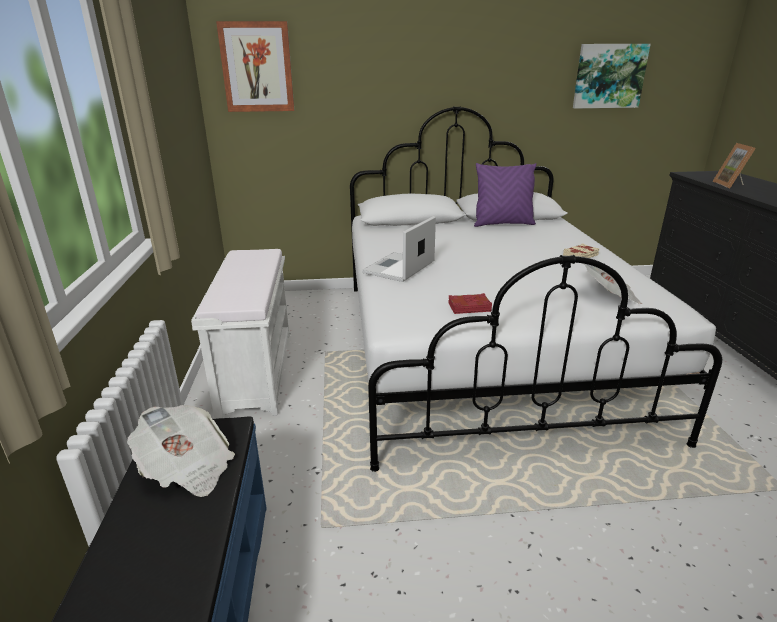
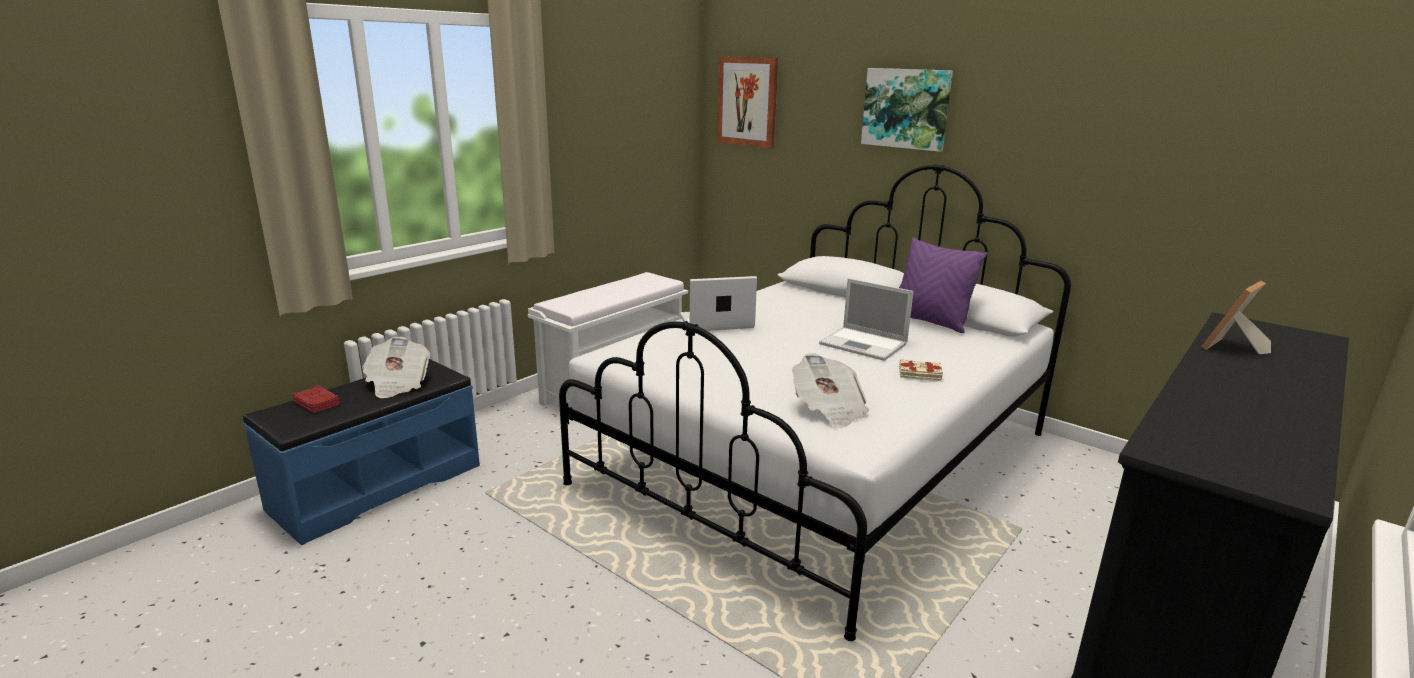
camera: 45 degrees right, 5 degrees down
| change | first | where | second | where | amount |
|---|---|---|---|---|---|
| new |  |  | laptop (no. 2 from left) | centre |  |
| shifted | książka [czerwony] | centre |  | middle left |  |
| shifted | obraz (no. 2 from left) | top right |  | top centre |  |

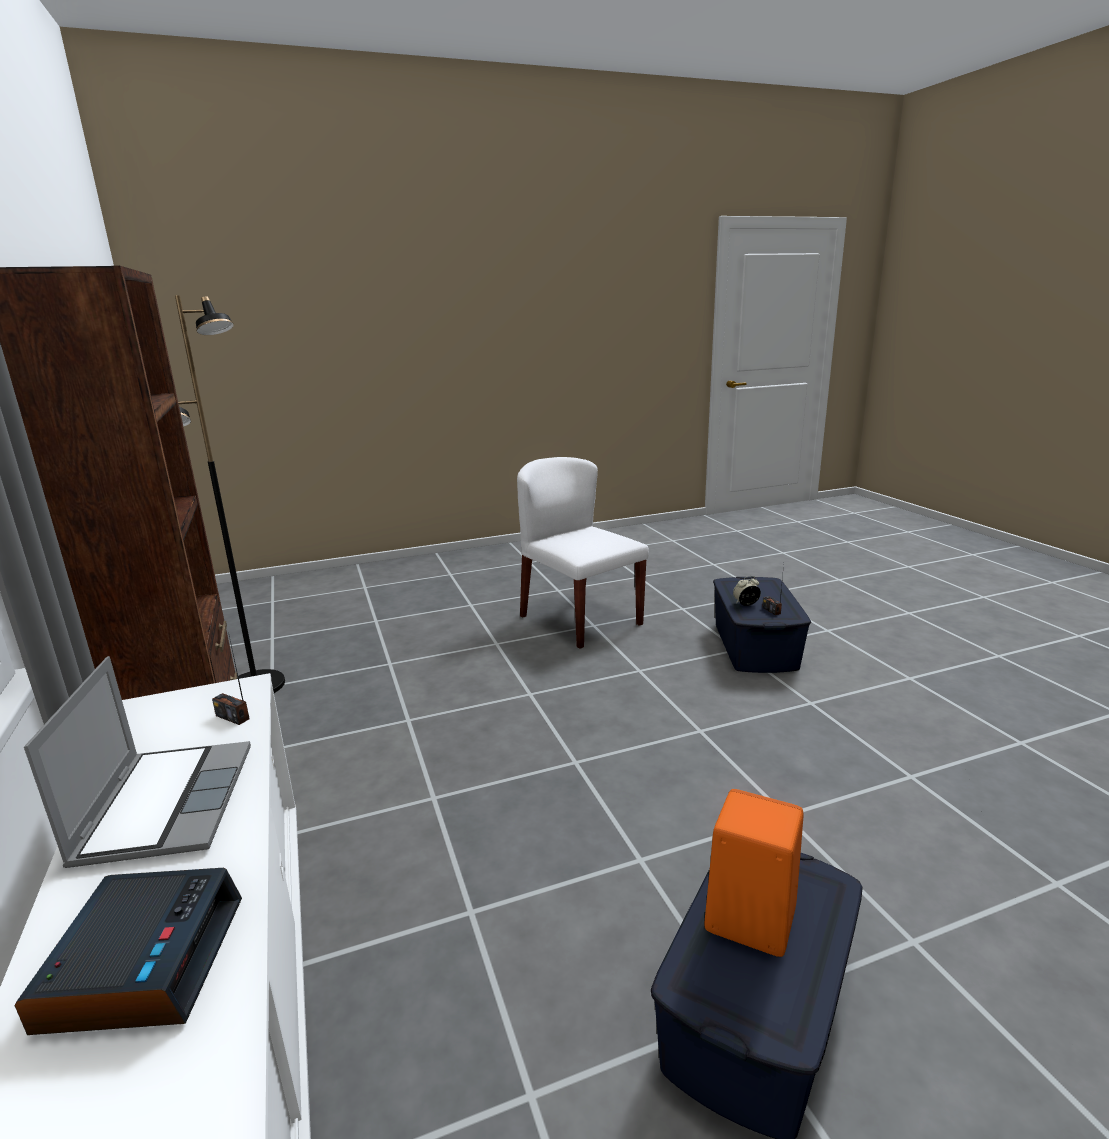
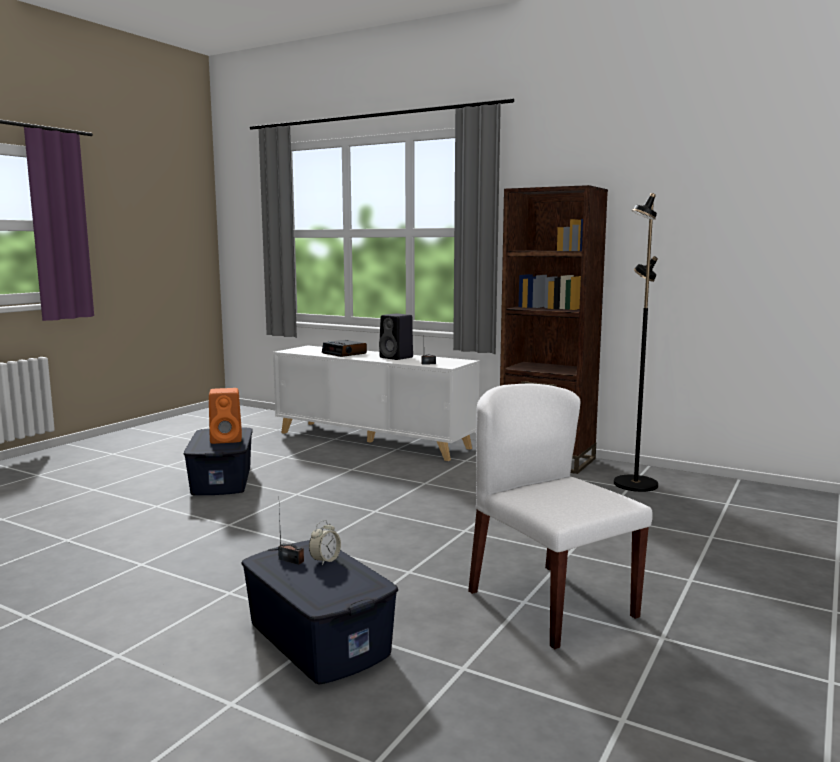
camera: 140 degrees right, 10 degrees down
| change | first | where | second | where | amount |
|---|---|---|---|---|---|
| swapped | laptop | bottom left | głośnik [czarny] | centre |  |
| rotated | krzesło [biały] | centre |  | bottom right | 135 degrees counterclockwise |

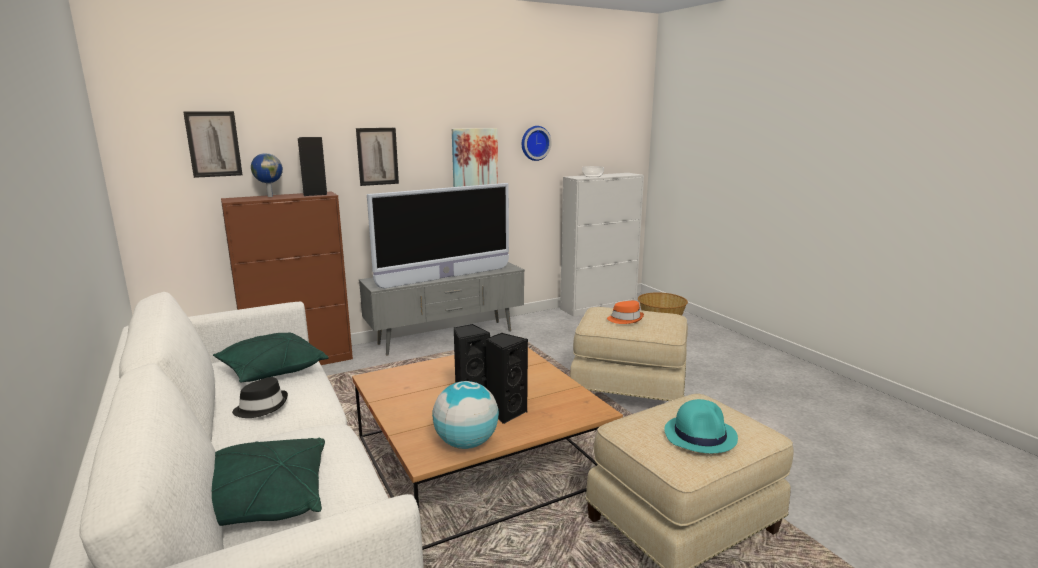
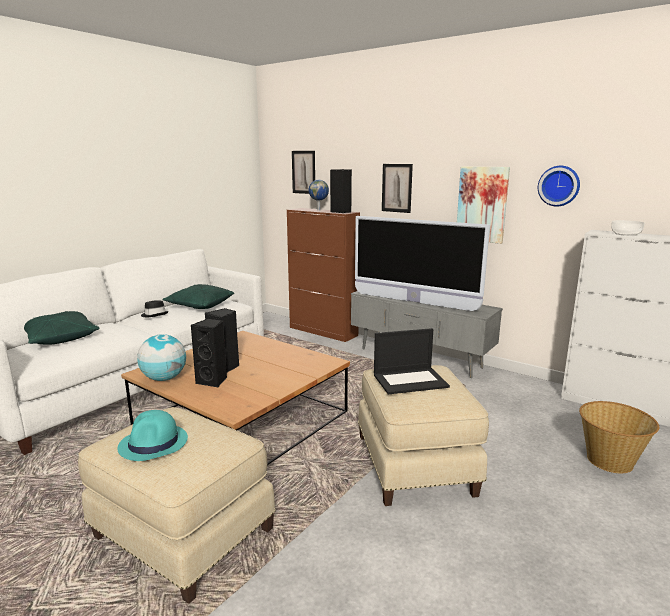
camera: 65 degrees right, 0 degrees up
| change | first | where | second | where | amount |
|---|---|---|---|---|---|
| swapped | kapelusz [pomarańczowy] | centre | laptop | centre |  |

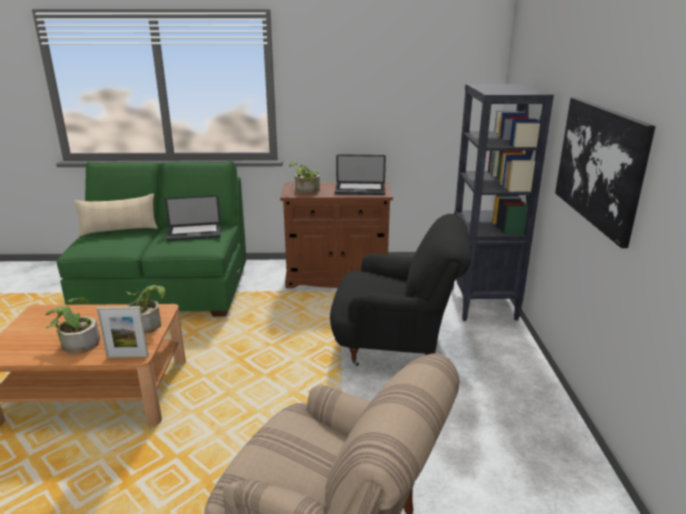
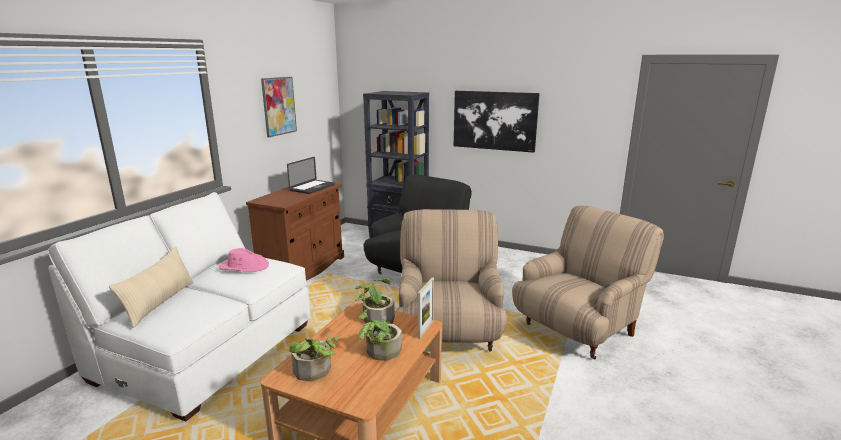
camera: 65 degrees left, 5 degrees down
| change | first | where | second | where | amount |
|---|---|---|---|---|---|
| new |  |  | obraz (no. 1 from left) | top left |  |
| new |  |  | fotel [beżowy] (no. 1 from left) | centre |  |
| shifted | roślina doniczkowa (no. 3 from left in the first image) | centre | roślina doniczkowa (no. 1 from left) | bottom centre |  |
| swapped | laptop (no. 1 from left) | middle left | kapelusz [różowy] | middle left |  |
| repainted | kanapa [zielony] | middle left | kanapa [biały] | bottom left |  |

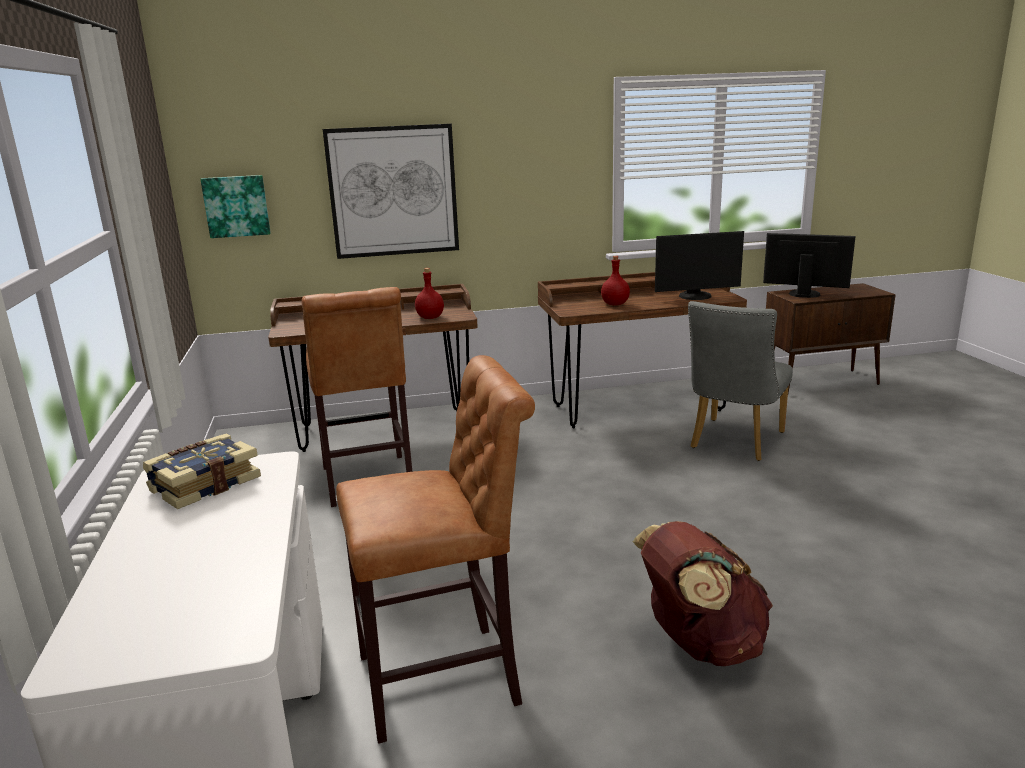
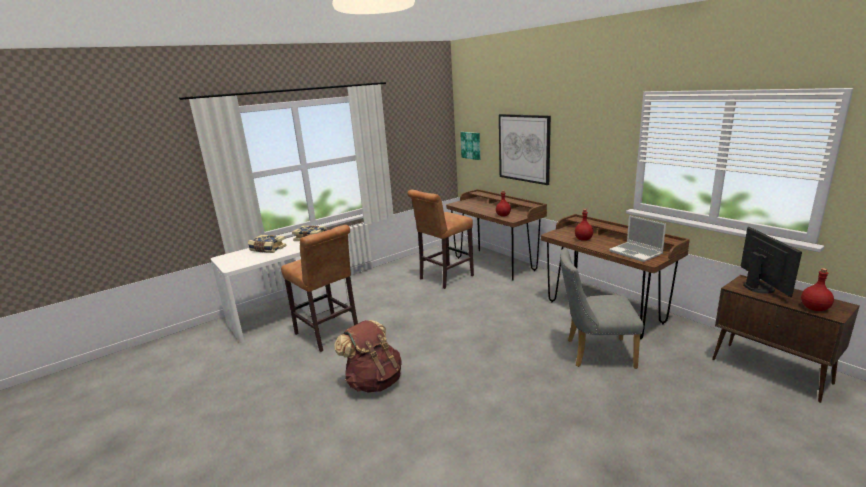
camera: 65 degrees right, 0 degrees up
| change | first | where | second | where | amount |
|---|---|---|---|---|---|
| new |  |  | książka (no. 1 from left) | middle left |  |
| new |  |  | butelka [czerwony] (no. 3 from left) | middle right |  |
| swapped | monitor (no. 1 from left) | middle right | laptop | middle right |  |

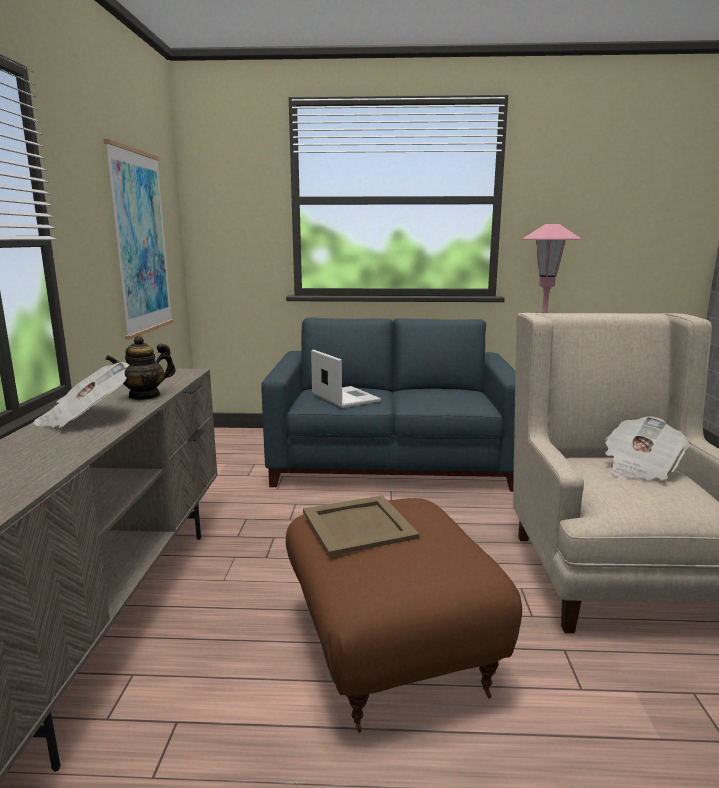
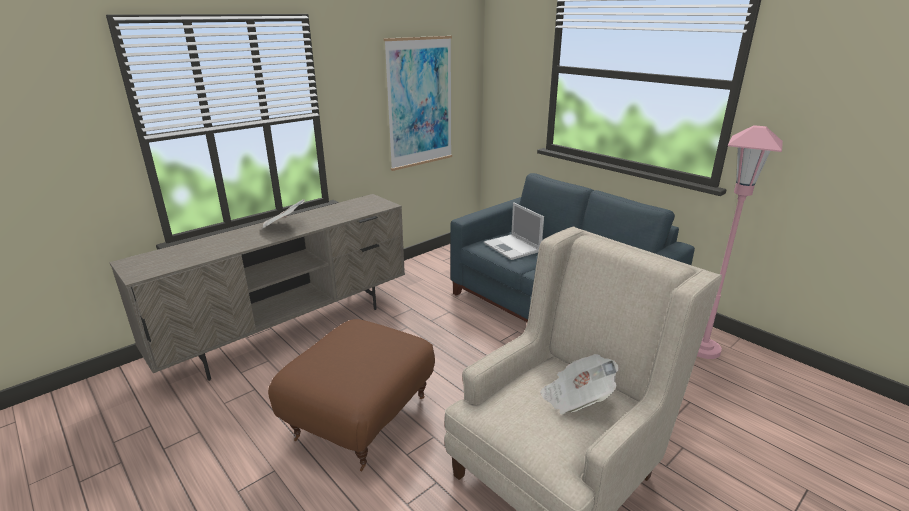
camera: 45 degrees right, 10 degrees up
| change | first | where | second | where | amount |
|---|---|---|---|---|---|
| gone | imbryk | middle left |  |  |  |
| gone | taca [beżowy] | centre |  |  |  |
| rotated | laptop | centre |  | centre | 135 degrees clockwise |

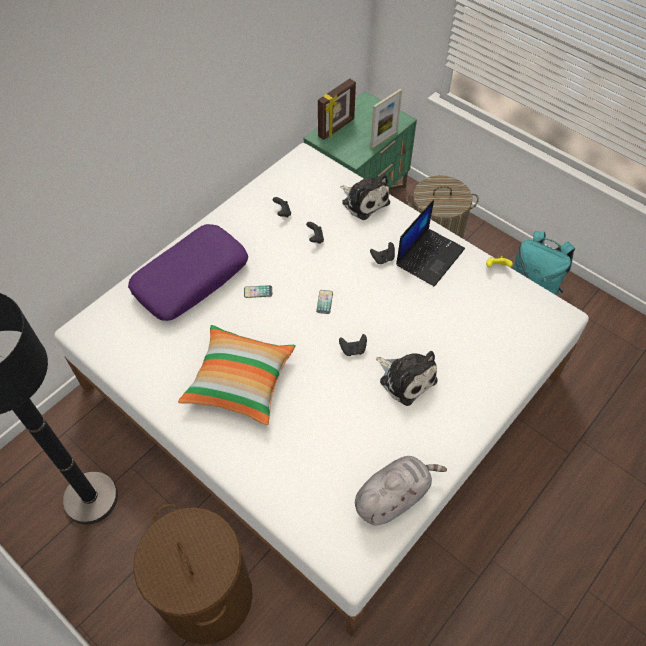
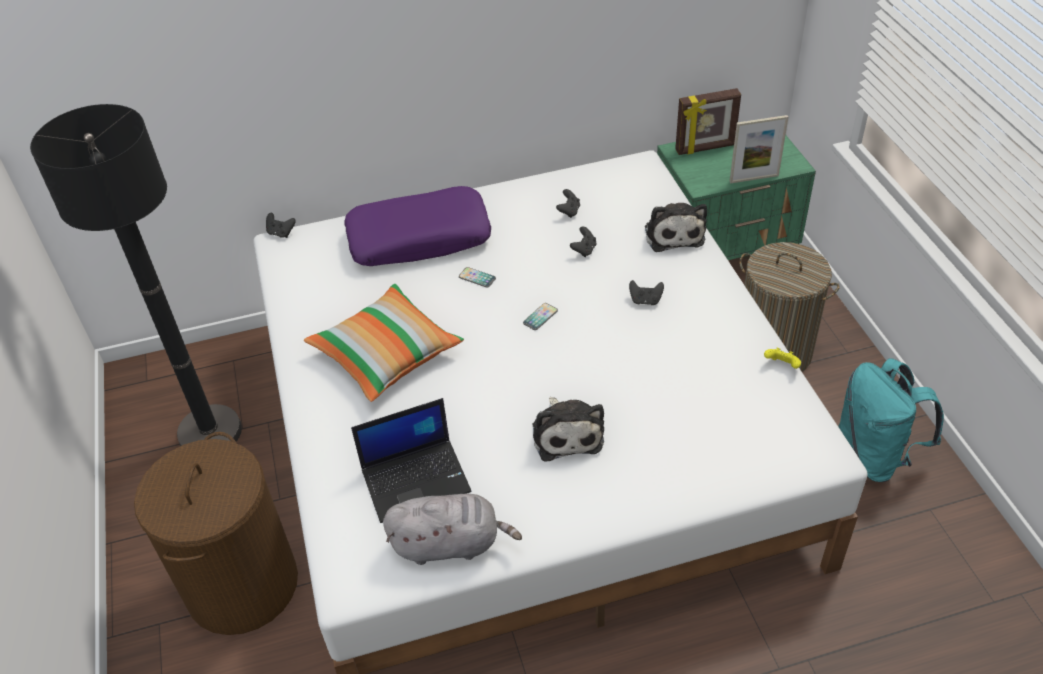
camera: 35 degrees right, 10 degrees down
| change | first | where | second | where | amount |
|---|---|---|---|---|---|
| shifted | pad do gier [czarny] (no. 3 from left in the first image) | centre | pad do gier [czarny] (no. 1 from left) | middle left |  |
| shifted | laptop | centre |  | bottom centre |  |

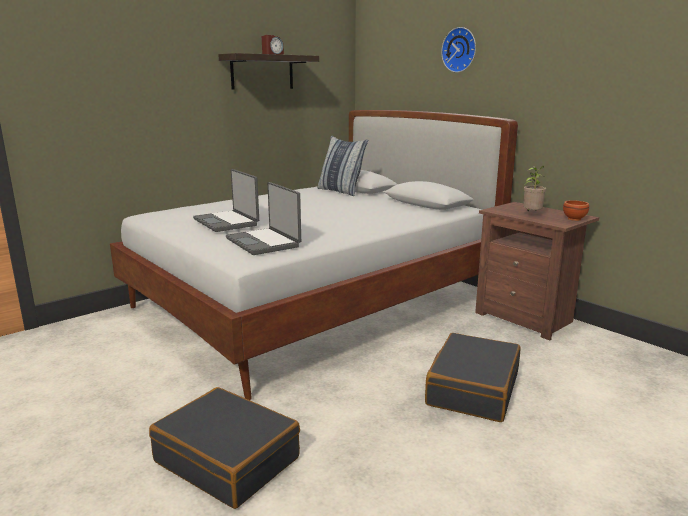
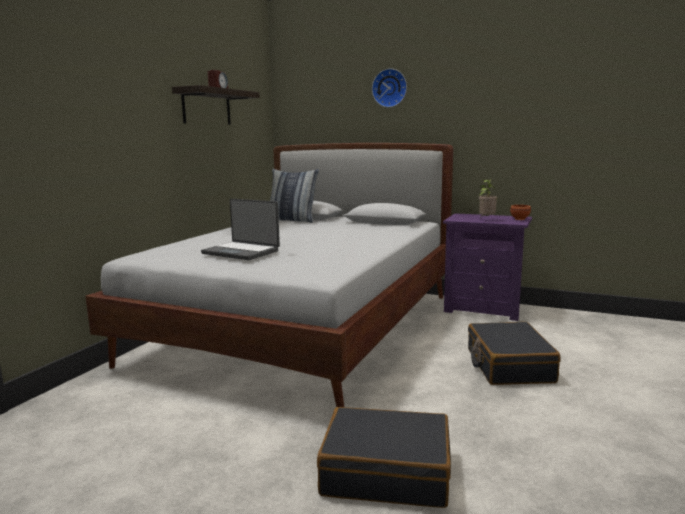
camera: 25 degrees left, 5 degrees down
| change | first | where | second | where | amount |
|---|---|---|---|---|---|
| gone | laptop (no. 2 from left) | centre |  |  |  |
| repainted | szafka nocna [brązowy] | middle right | szafka nocna [fioletowy] | middle right |  |

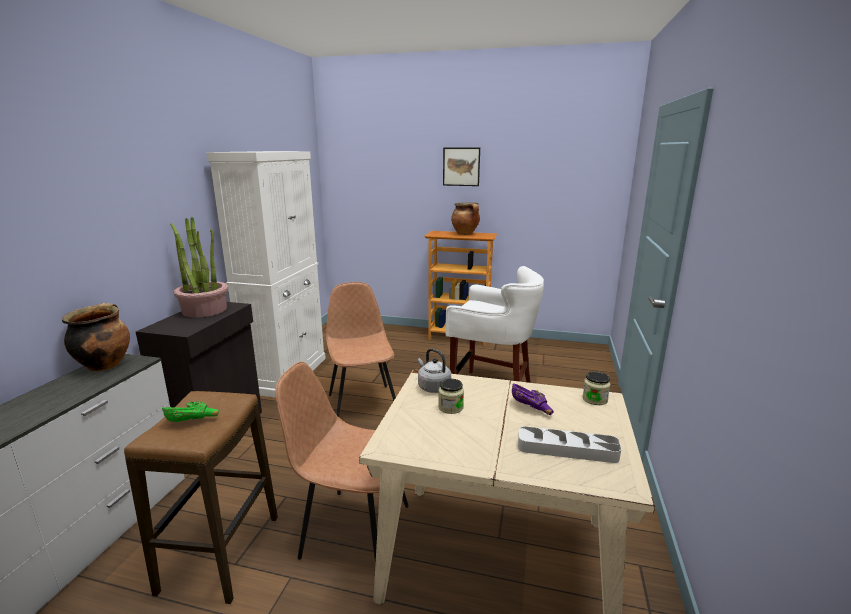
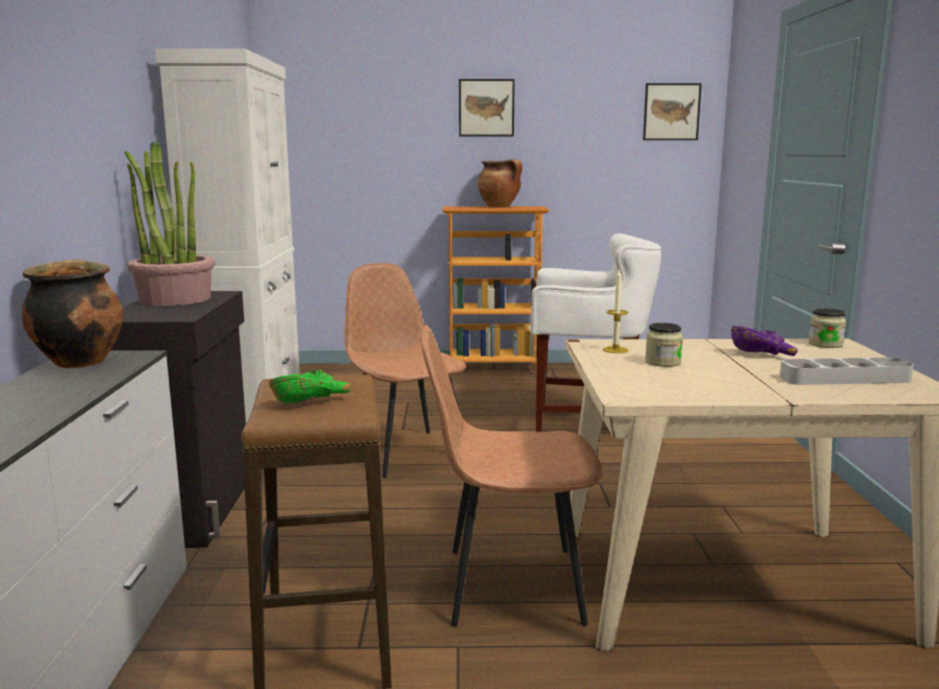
camera: 15 degrees left, 5 degrees down
| change | first | where | second | where | amount |
|---|---|---|---|---|---|
| new |  |  | obraz (no. 2 from left) | top right |  |
| swapped | czajnik [szary] | centre | świeca | centre |  |

